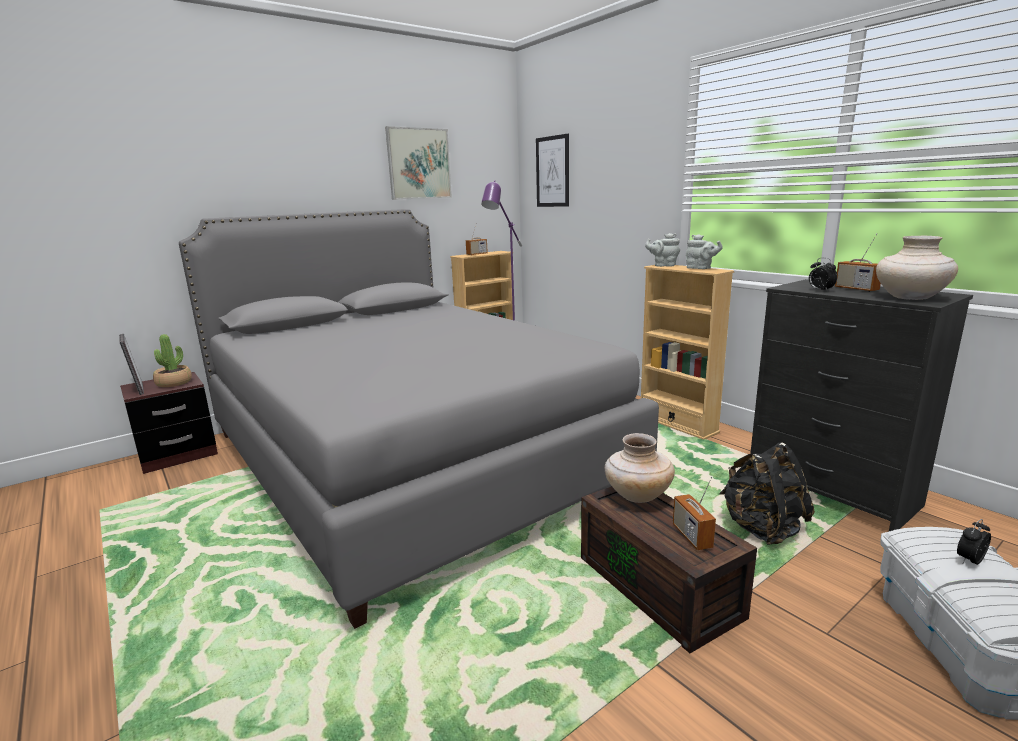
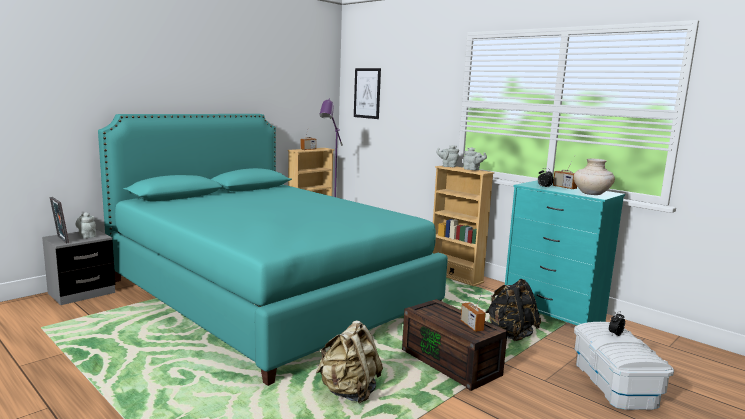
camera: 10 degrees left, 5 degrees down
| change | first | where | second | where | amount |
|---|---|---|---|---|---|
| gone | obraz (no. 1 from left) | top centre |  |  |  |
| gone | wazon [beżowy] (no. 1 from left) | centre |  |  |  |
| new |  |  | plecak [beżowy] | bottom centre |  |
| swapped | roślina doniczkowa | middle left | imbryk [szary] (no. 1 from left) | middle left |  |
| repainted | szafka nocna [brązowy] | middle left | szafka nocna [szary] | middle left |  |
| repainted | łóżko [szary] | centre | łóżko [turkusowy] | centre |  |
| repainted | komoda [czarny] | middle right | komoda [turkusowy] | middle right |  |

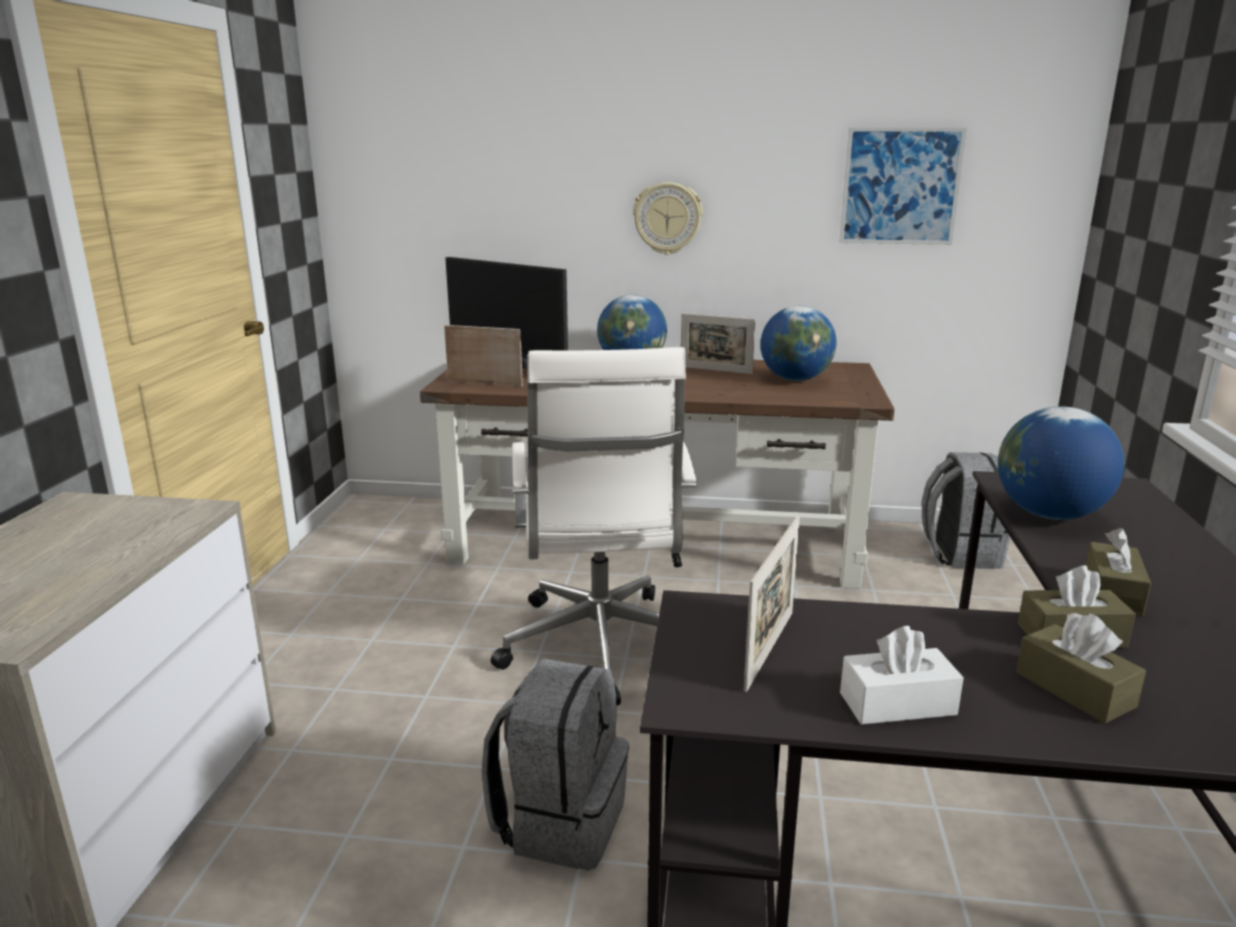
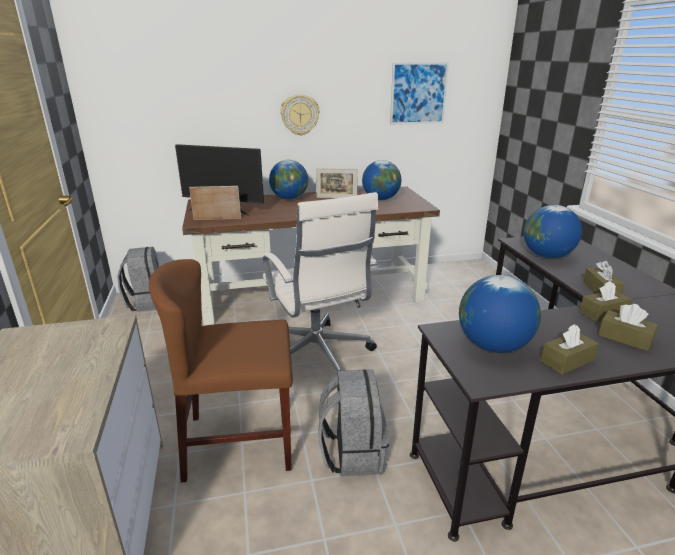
camera: 20 degrees left, 5 degrees up
| change | first | where | second | where | amount |
|---|---|---|---|---|---|
| new |  |  | krzesło [brązowy] | bottom left |  |
| shifted | plecak [szary] (no. 2 from left in the first image) | middle right | plecak [szary] (no. 1 from left) | middle left |  |
| swapped | ramka na zdjęcie (no. 3 from left) | centre | globus (no. 3 from left) | middle right |  |
| repainted | pudełko chusteczek [biały] | bottom right | pudełko chusteczek [brązowy] (no. 1 from left) | middle right |  |

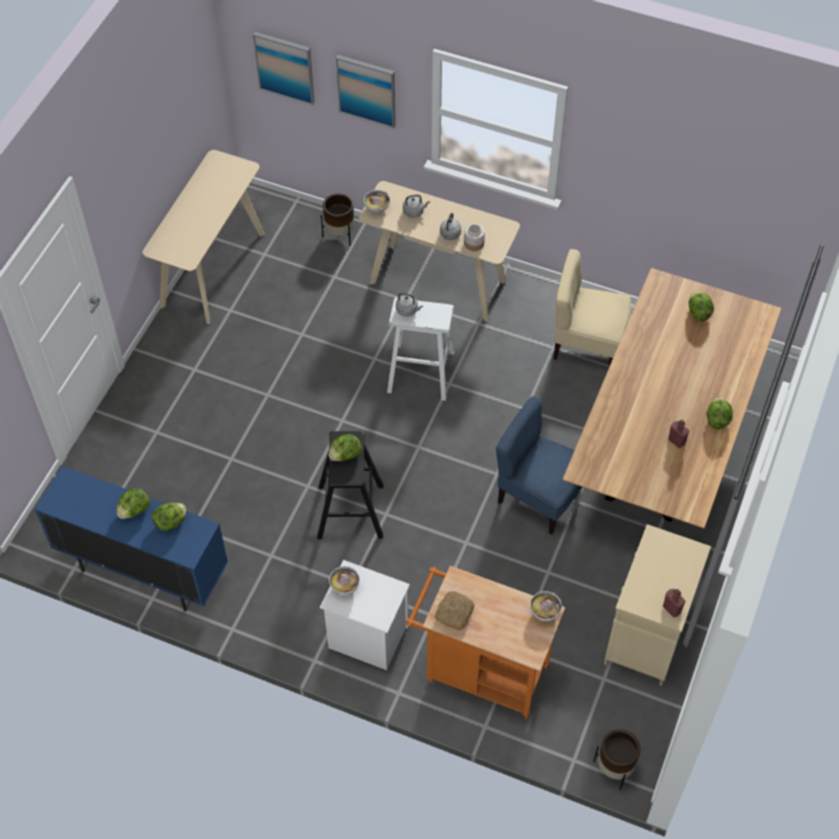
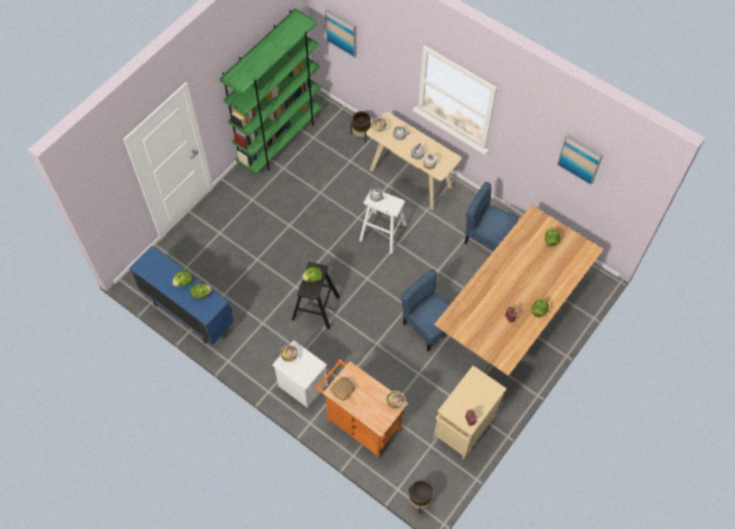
camera: 15 degrees right, 5 degrees up
| change | first | where | second | where | amount |
|---|---|---|---|---|---|
| shifted | obraz (no. 2 from left) | top centre |  | top right |  |
| swapped | stolik konsolowy [beżowy] (no. 1 from left) | top left | regał [zielony] | top centre |  |
| repainted | krzesło [beżowy] | middle right | krzesło [niebieski] (no. 2 from left) | middle right |  |

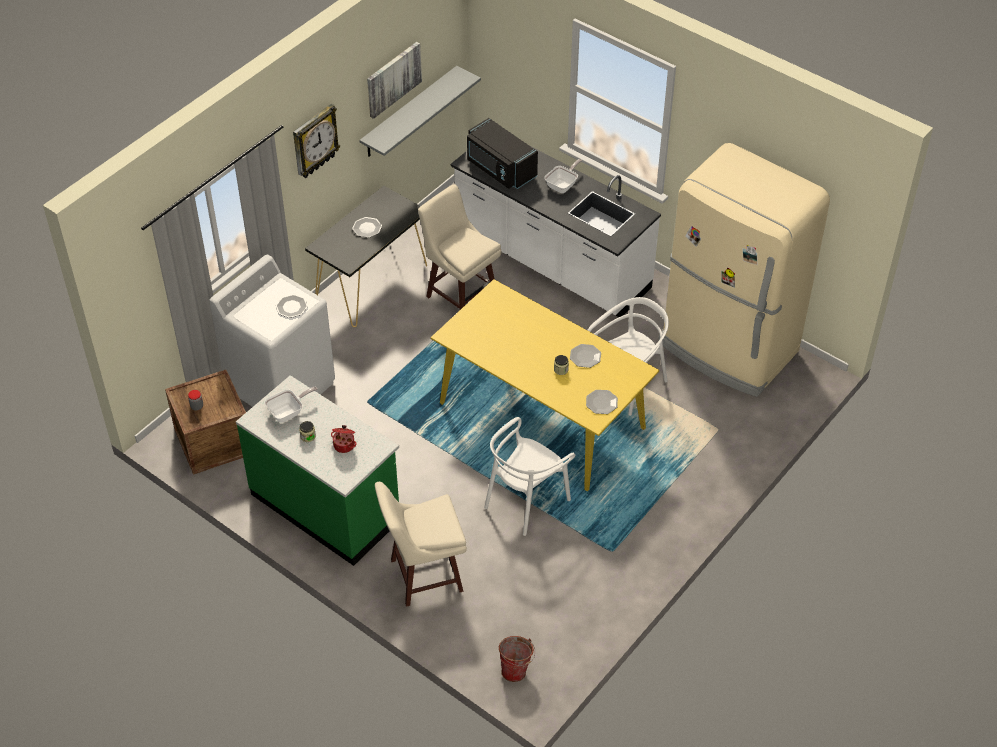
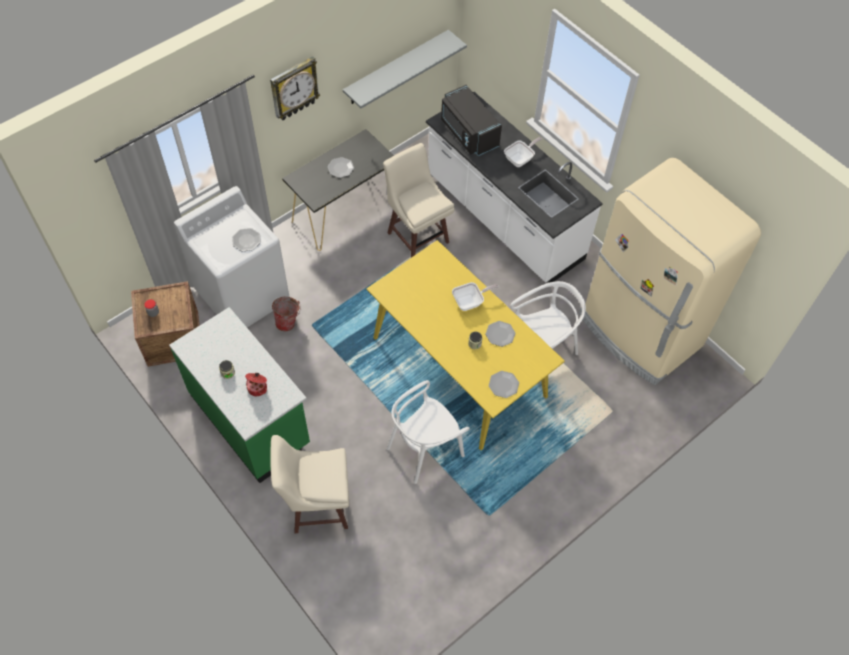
camera: 10 degrees right, 10 degrees up
| change | first | where | second | where | amount |
|---|---|---|---|---|---|
| gone | obraz | top centre |  |  |  |
| shifted | patelnia (no. 1 from left) | middle left |  | centre |  |
| shifted | wiadro | bottom centre |  | centre |  |

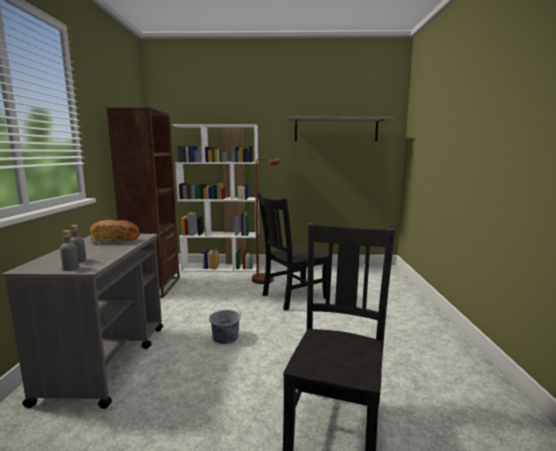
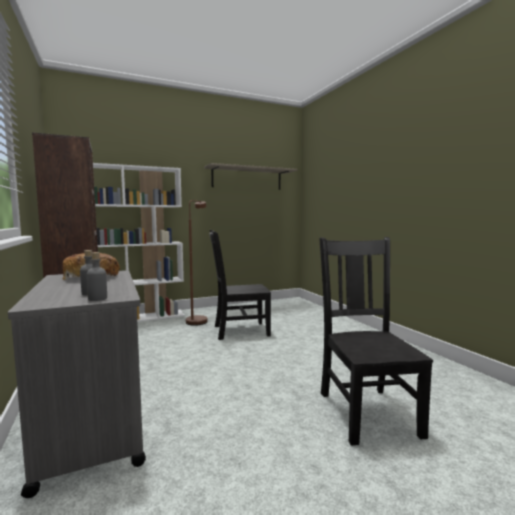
camera: 25 degrees left, 5 degrees down
| change | first | where | second | where | amount |
|---|---|---|---|---|---|
| gone | wiadro [szary] | bottom centre |  |  |  |
| rotated | krzesło [czarny] (no. 1 from left) | centre |  | centre | 45 degrees clockwise |

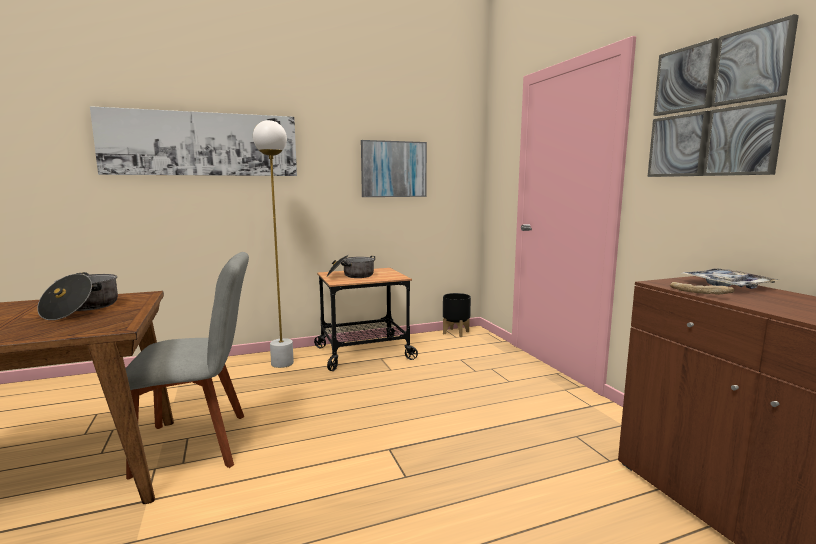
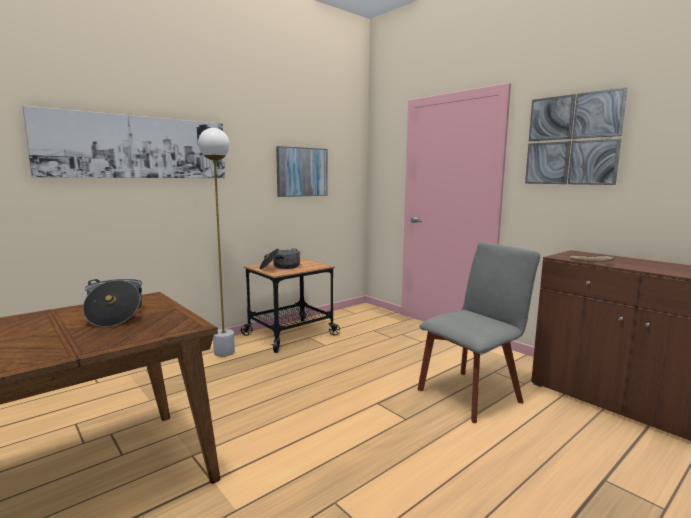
camera: 20 degrees left, 0 degrees up
| change | first | where | second | where | amount |
|---|---|---|---|---|---|
| gone | donica [czarny] | centre |  |  |  |
| gone | taca | middle right |  |  |  |
| shifted | krzesło [szary] | bottom left |  | middle right |  |

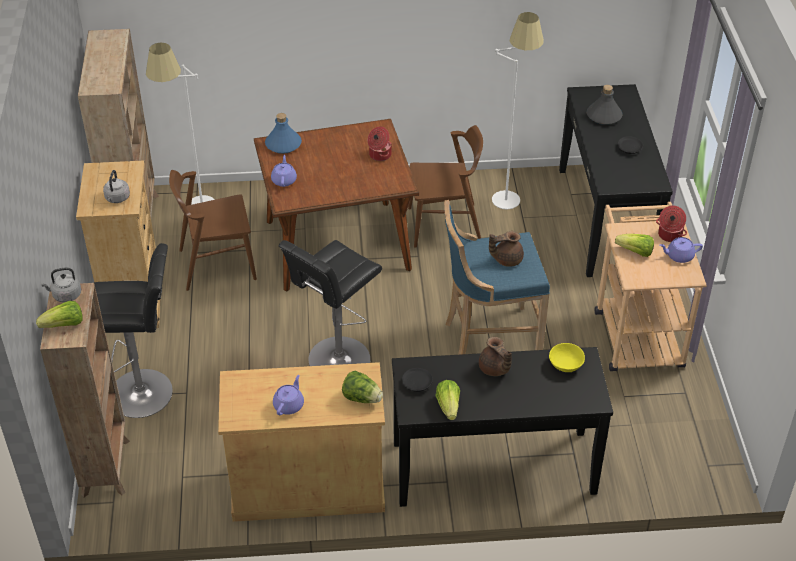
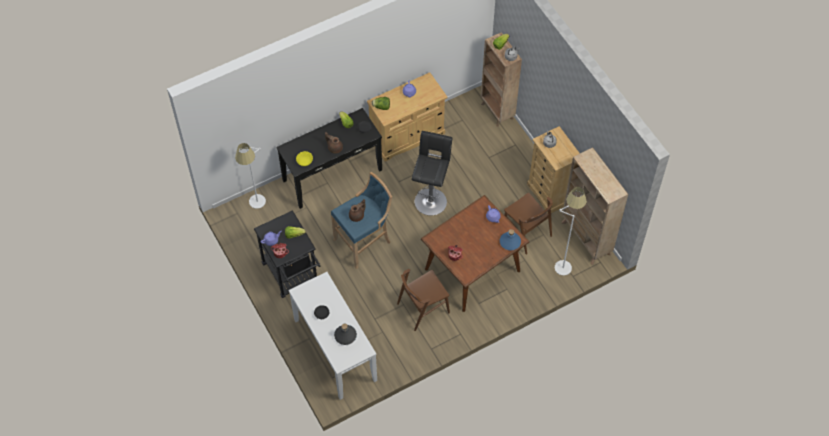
camera: 155 degrees right, 15 degrees up
| change | first | where | second | where | amount |
|---|---|---|---|---|---|
| gone | stołek [czarny] (no. 1 from left) | middle left |  |  |  |
| shifted | lampa stojąca [biały] (no. 2 from left in the first image) | top centre | lampa stojąca [biały] (no. 1 from left) | middle left |  |
| repainted | stolik konsolowy [czarny] (no. 2 from left) | top right | stolik konsolowy [biały] | bottom centre |  |
| repainted | wózek [beżowy] | middle right | wózek [czarny] | centre |  |
| rotated | krzesło [brązowy] (no. 1 from left in the first image) | middle left | krzesło [brązowy] (no. 2 from left) | centre | 90 degrees clockwise |

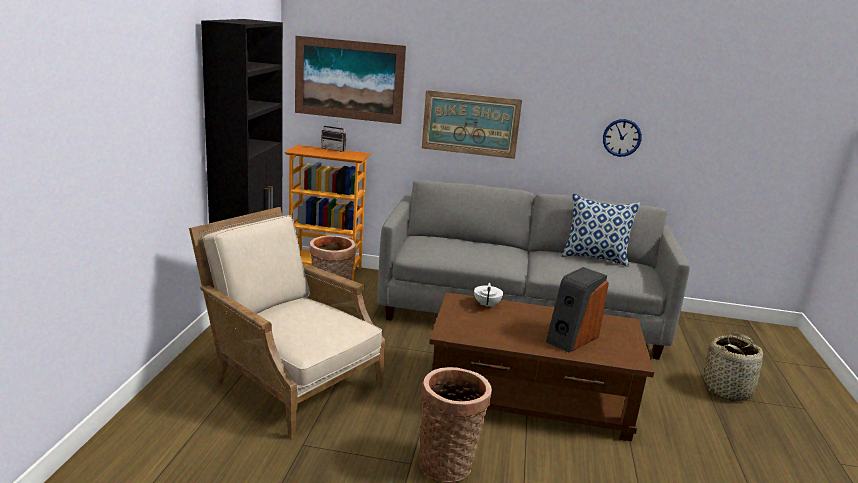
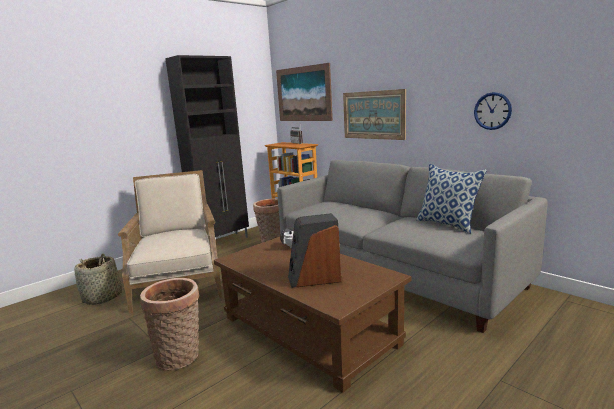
camera: 40 degrees right, 5 degrees down
| change | first | where | second | where | amount |
|---|---|---|---|---|---|
| shifted | koszyk (no. 3 from left in the first image) | bottom right | koszyk (no. 1 from left) | bottom left |  |

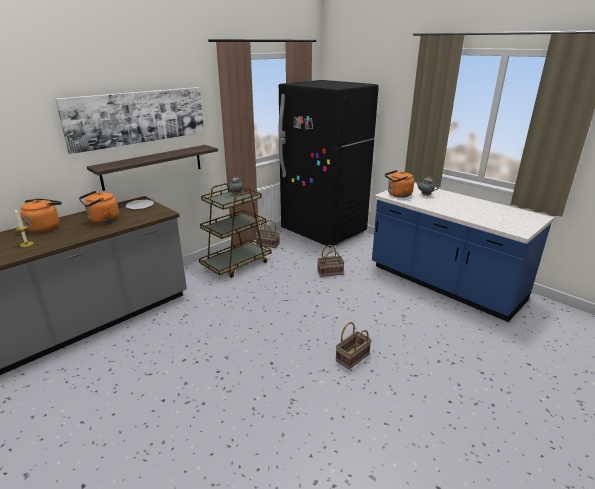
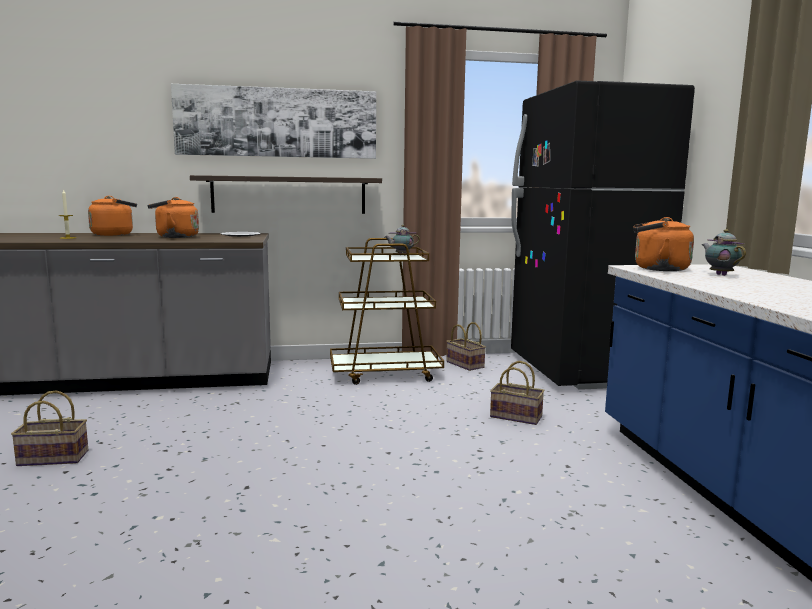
camera: 35 degrees right, 15 degrees down
| change | first | where | second | where | amount |
|---|---|---|---|---|---|
| shifted | koszyk (no. 3 from left in the first image) | bottom centre | koszyk (no. 1 from left) | bottom left |  |

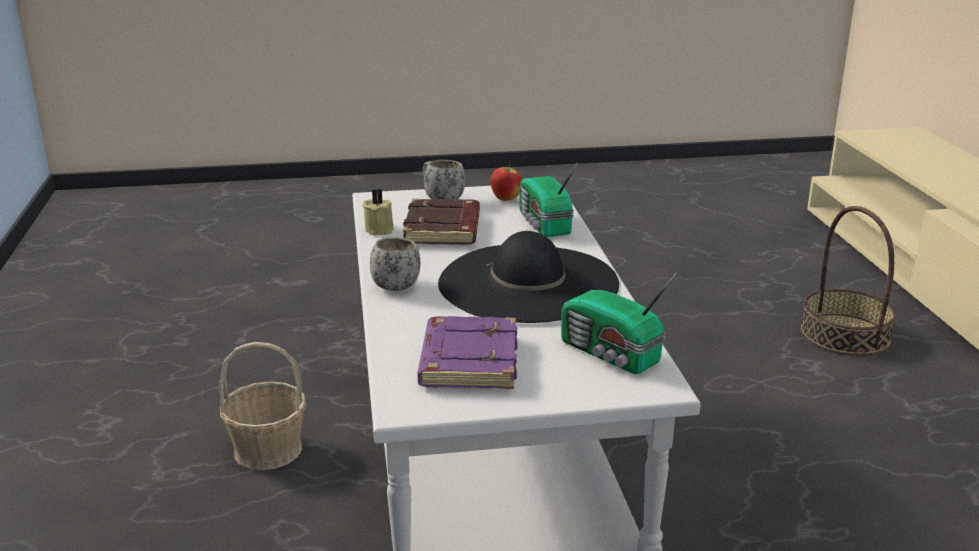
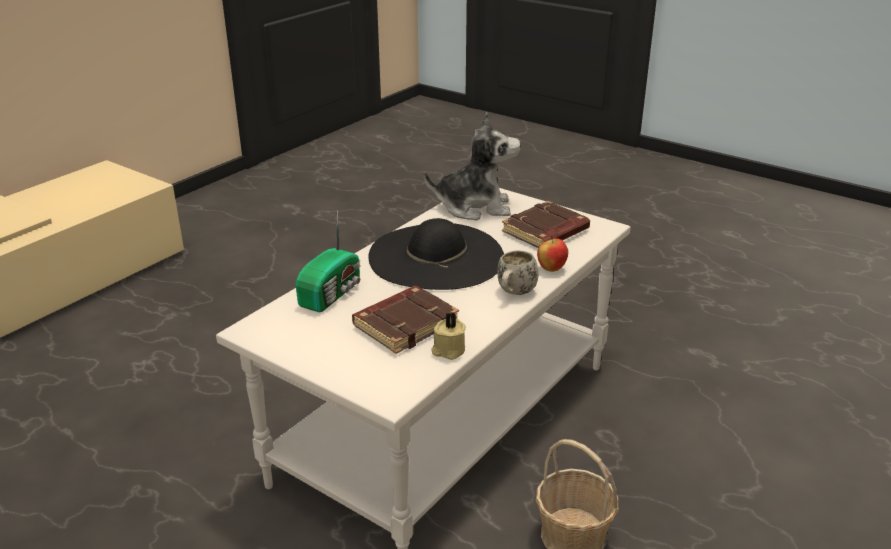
camera: 135 degrees left, 5 degrees up
| change | first | where | second | where | amount |
|---|---|---|---|---|---|
| gone | kubek [biały] (no. 2 from left) | top centre |  |  |  |
| gone | koszyk (no. 2 from left) | middle right |  |  |  |
| shifted | jabłko | top centre |  | centre |  |
| swapped | radio (no. 2 from left) | centre | pluszak | top centre |  |
| repainted | książka [fioletowy] | centre | książka [brązowy] (no. 2 from left) | centre |  |

